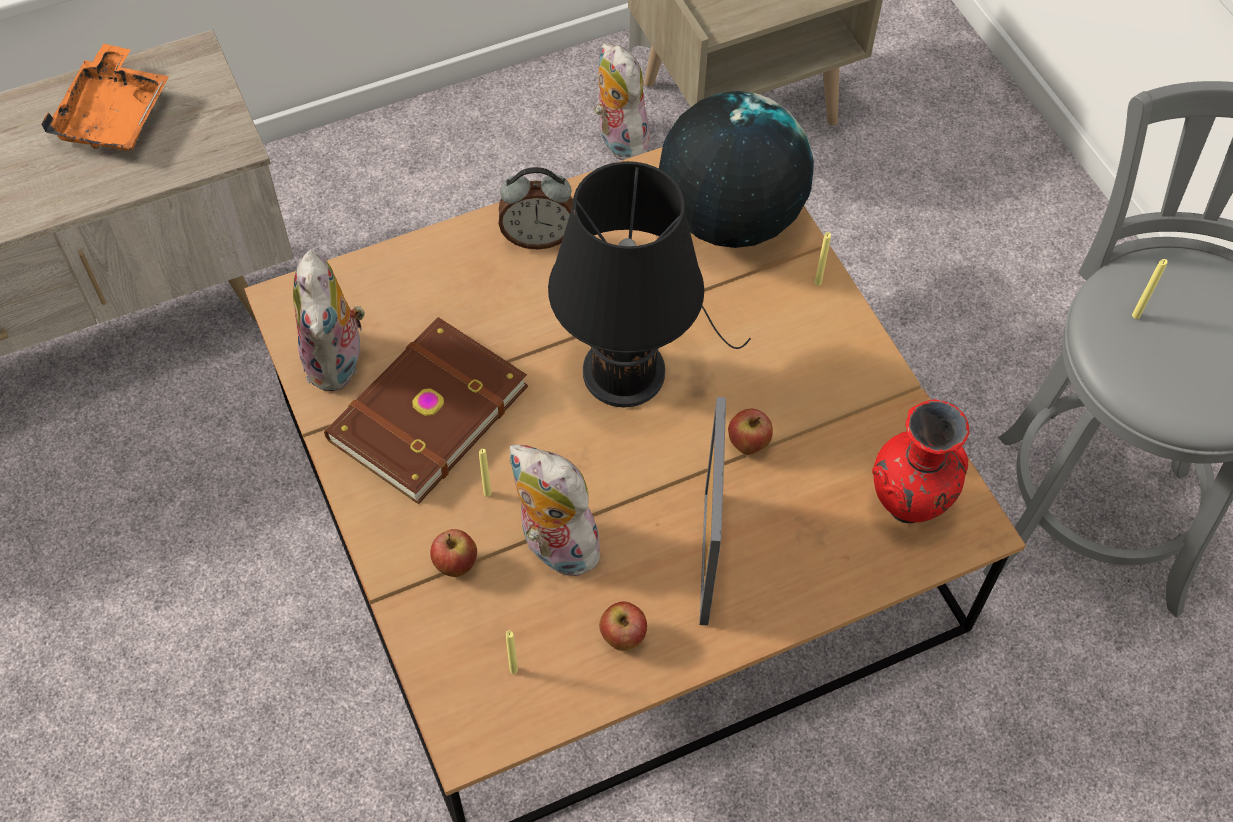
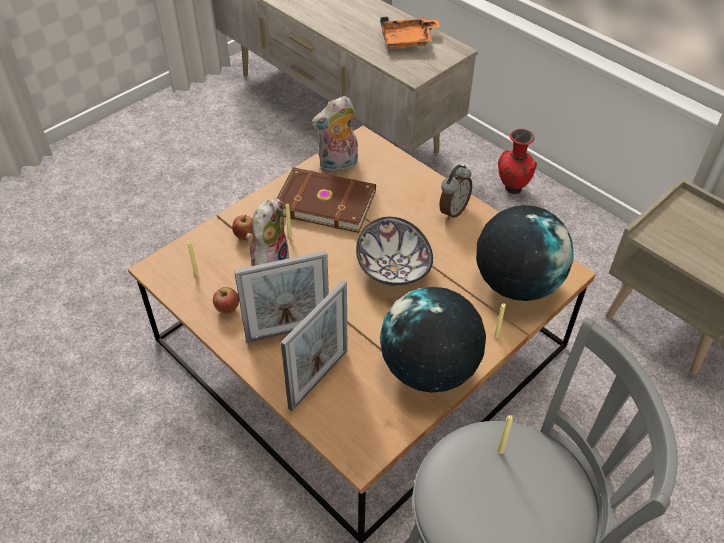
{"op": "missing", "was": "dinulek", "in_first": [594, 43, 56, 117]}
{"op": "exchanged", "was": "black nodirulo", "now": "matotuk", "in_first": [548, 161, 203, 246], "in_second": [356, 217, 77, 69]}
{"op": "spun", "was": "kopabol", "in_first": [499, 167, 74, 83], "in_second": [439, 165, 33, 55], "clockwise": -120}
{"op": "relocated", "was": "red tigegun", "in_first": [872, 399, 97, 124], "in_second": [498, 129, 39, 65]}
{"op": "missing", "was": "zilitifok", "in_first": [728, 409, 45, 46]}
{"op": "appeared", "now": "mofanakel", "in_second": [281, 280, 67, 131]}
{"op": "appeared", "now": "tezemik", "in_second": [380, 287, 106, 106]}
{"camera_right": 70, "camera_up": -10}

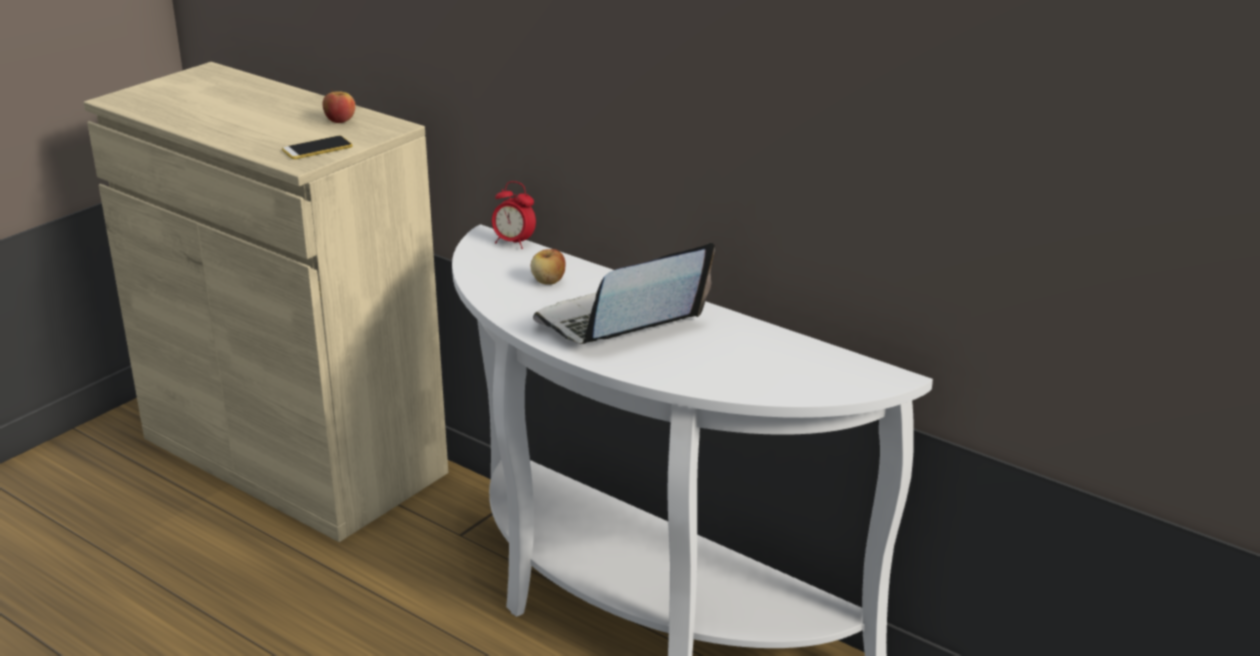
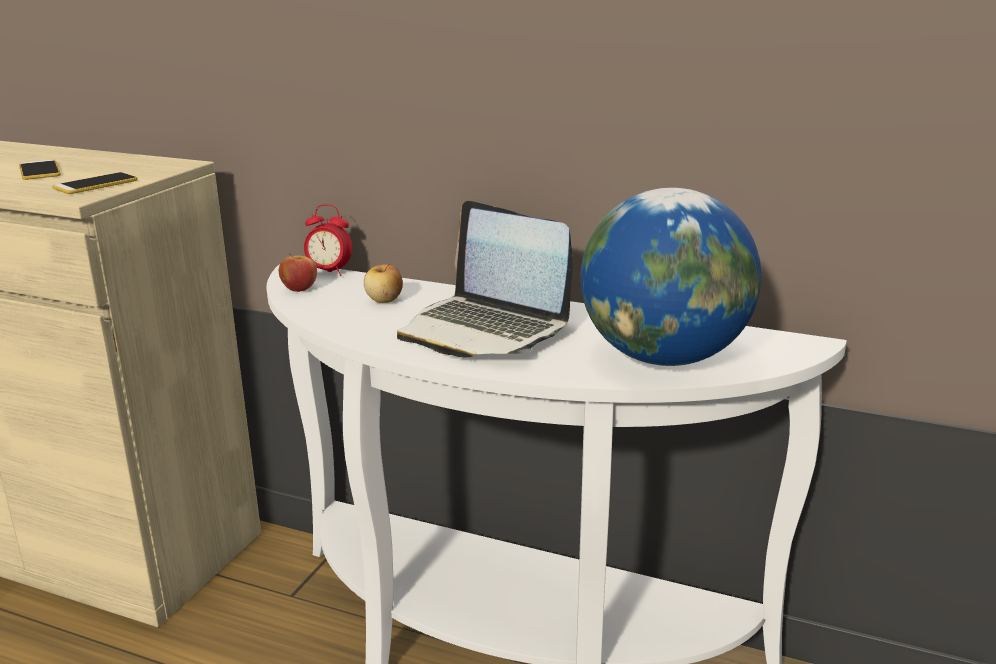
{"op": "relocated", "was": "zilitifok", "in_first": [323, 89, 33, 34], "in_second": [279, 253, 38, 39]}
{"op": "spun", "was": "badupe", "in_first": [533, 243, 182, 101], "in_second": [397, 201, 176, 157], "clockwise": -90}
{"op": "appeared", "now": "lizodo", "in_second": [19, 159, 42, 21]}
{"op": "appeared", "now": "tezemik", "in_second": [580, 188, 181, 178]}
{"camera_right": -15, "camera_up": -5}

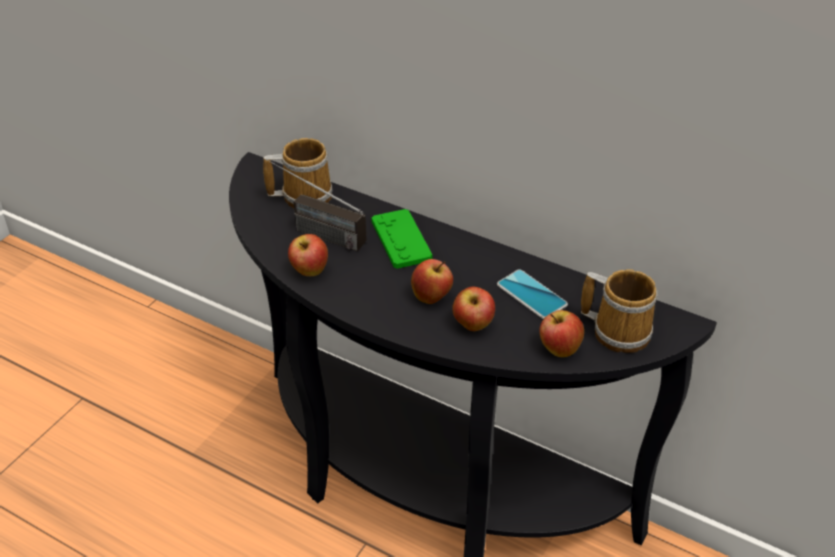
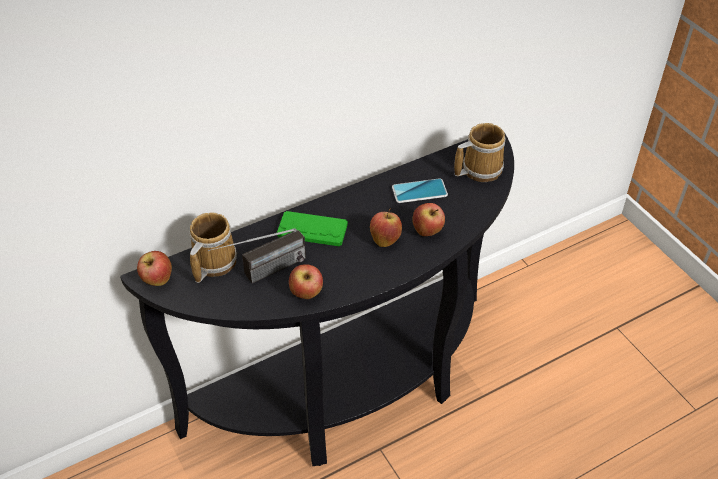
{"op": "relocated", "was": "zilitifok", "in_first": [540, 310, 44, 47], "in_second": [137, 251, 35, 35]}
{"camera_right": -60, "camera_up": 5}

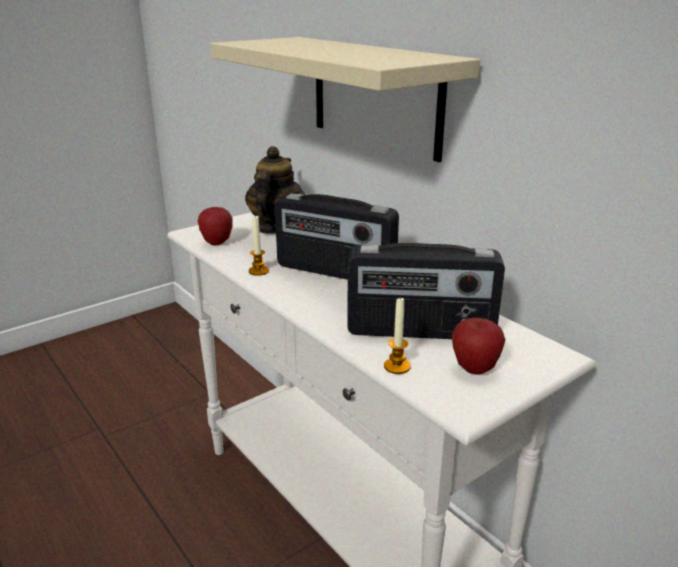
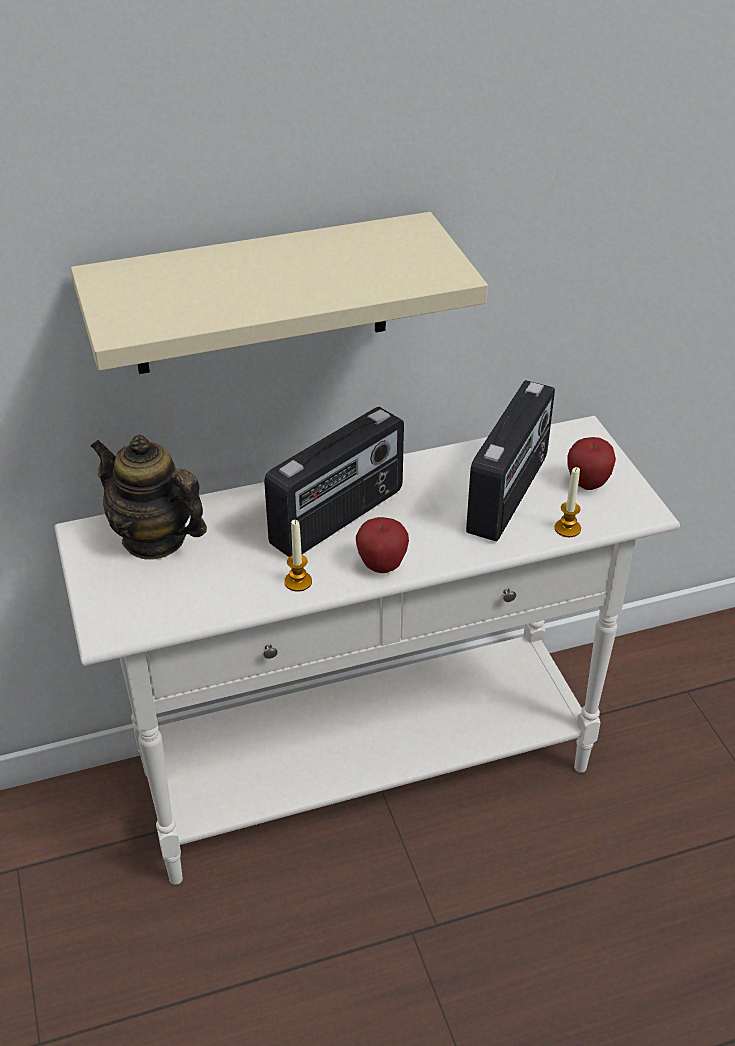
{"op": "relocated", "was": "zilitifok", "in_first": [198, 207, 35, 39], "in_second": [356, 517, 53, 56]}
{"camera_right": -70, "camera_up": 15}

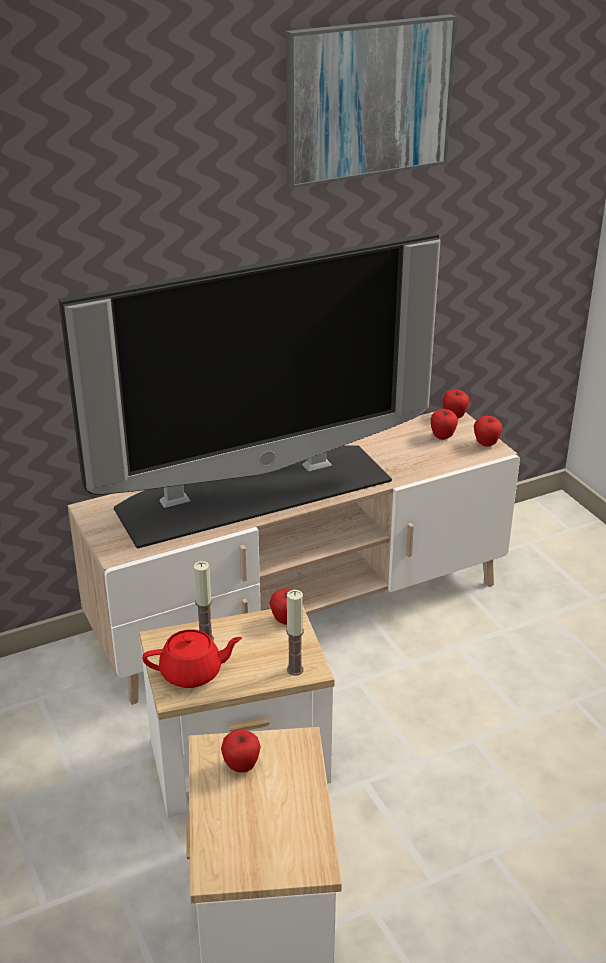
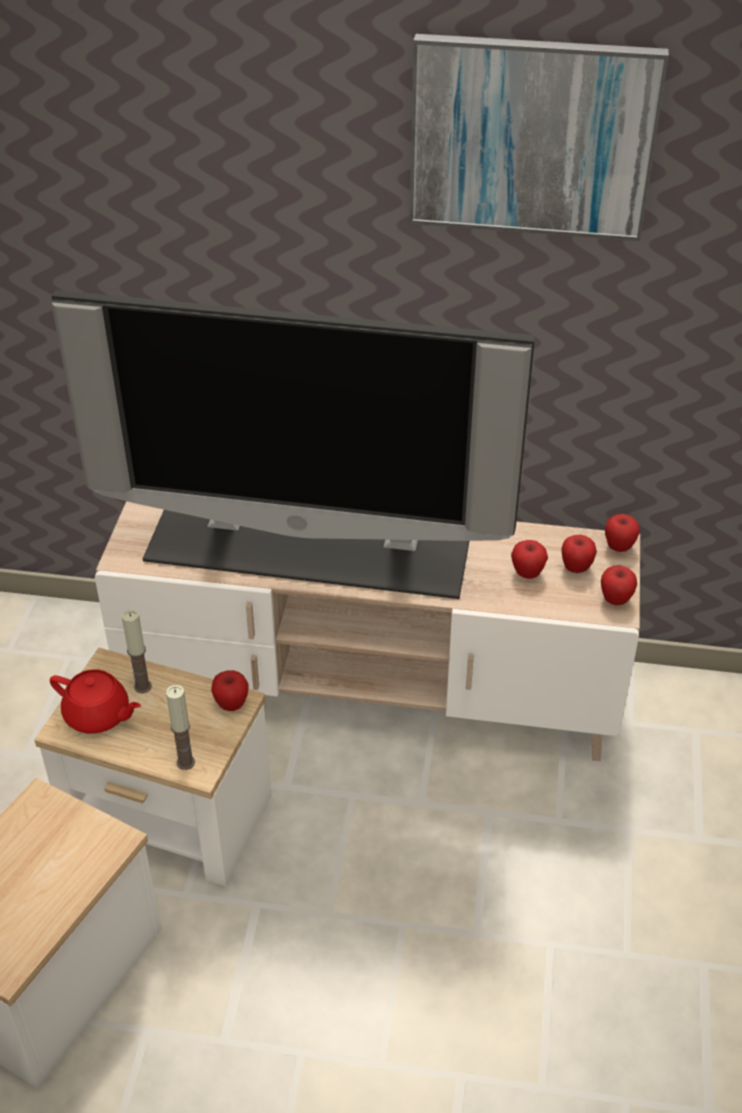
{"op": "relocated", "was": "zilitifok", "in_first": [221, 729, 40, 44], "in_second": [511, 540, 37, 39]}
{"camera_right": 35, "camera_up": 10}

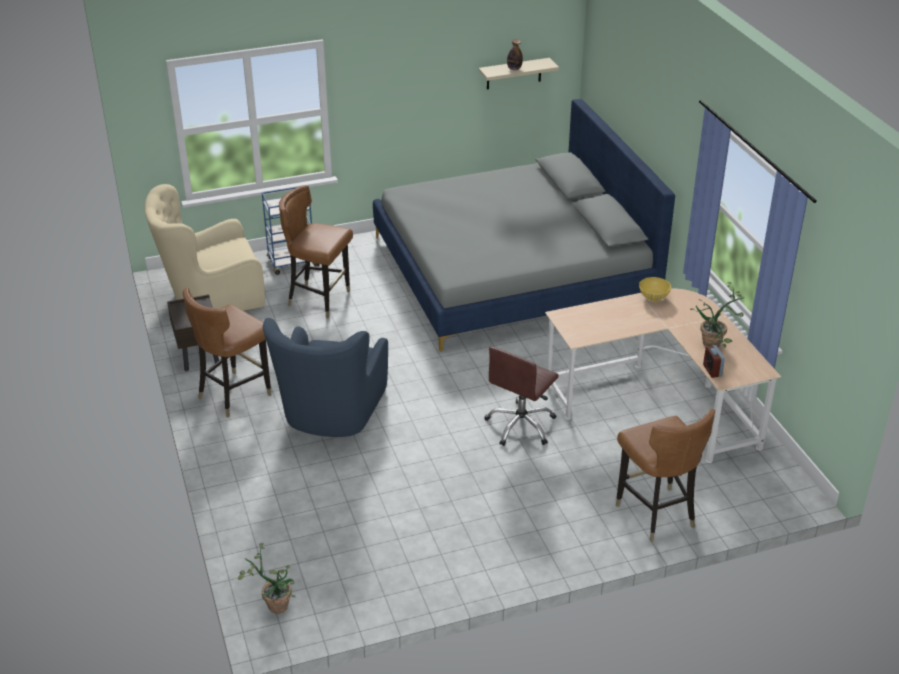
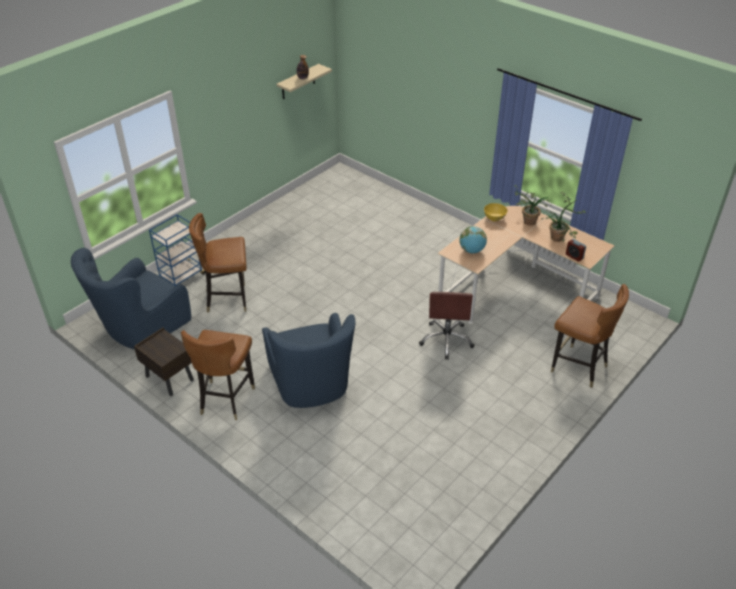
{"op": "missing", "was": "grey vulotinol", "in_first": [373, 99, 302, 253]}
{"op": "colour", "was": "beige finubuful", "now": "blue finubuful", "in_first": [145, 184, 120, 127], "in_second": [71, 248, 120, 101]}
{"op": "relocated", "was": "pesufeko", "in_first": [238, 543, 58, 71], "in_second": [514, 185, 37, 41]}
{"op": "appeared", "now": "tezemik", "in_second": [459, 226, 28, 28]}
{"camera_right": -30, "camera_up": 5}

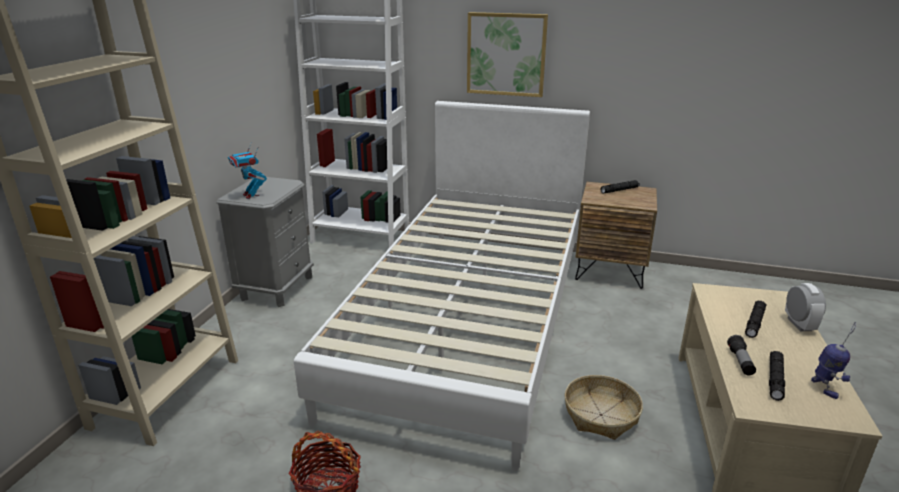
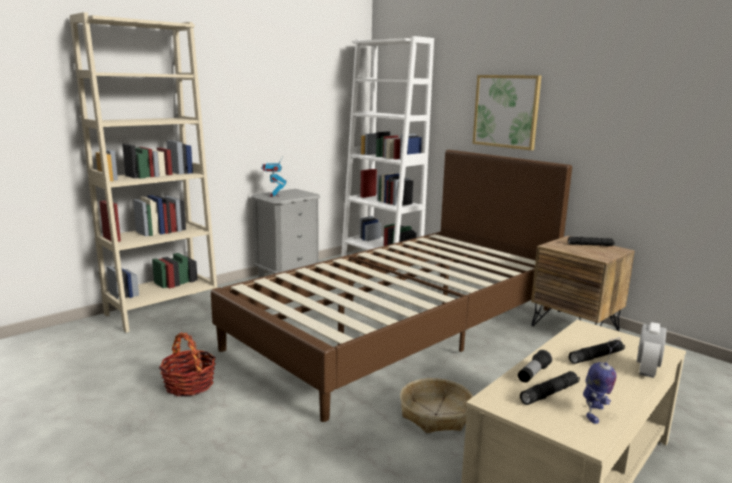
{"op": "colour", "was": "white vulotinol", "now": "brown vulotinol", "in_first": [294, 101, 296, 370], "in_second": [211, 150, 361, 272]}
{"camera_right": 30, "camera_up": -10}

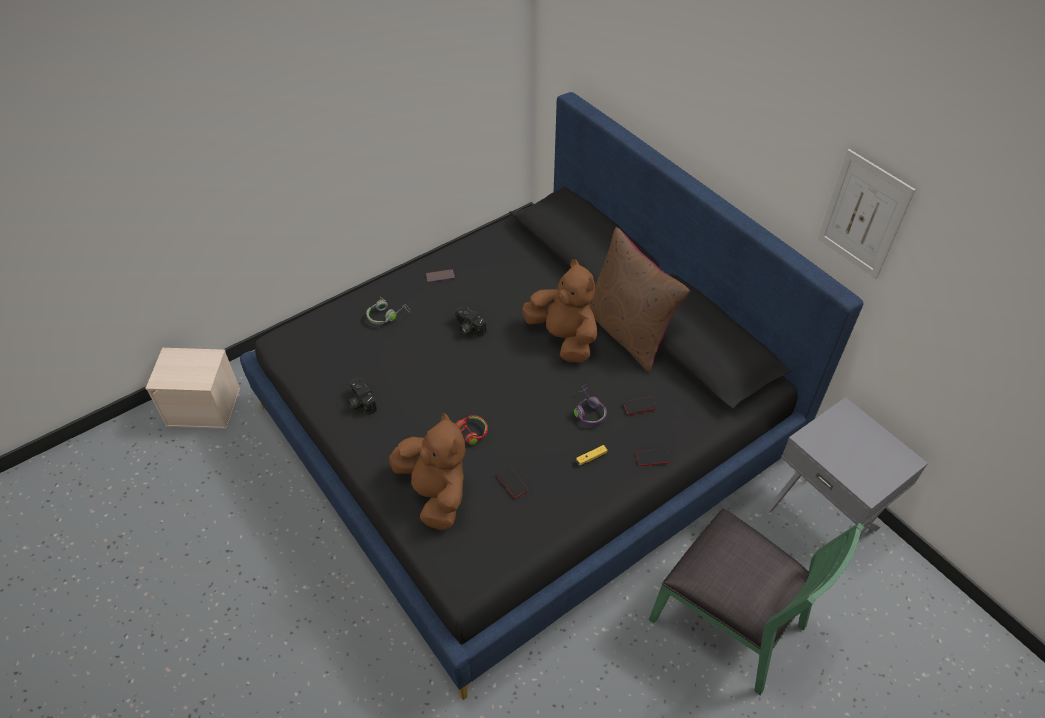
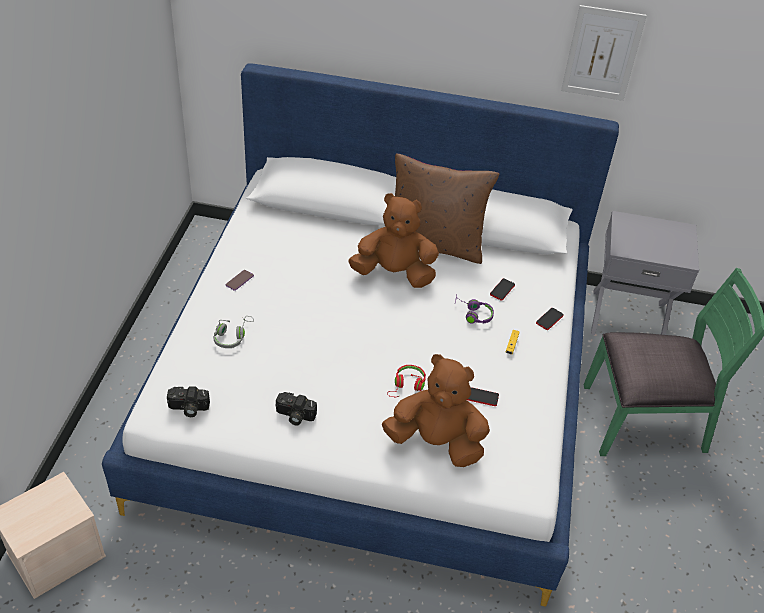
{"op": "colour", "was": "black vulotinol", "now": "white vulotinol", "in_first": [240, 92, 624, 608], "in_second": [102, 63, 517, 544]}
{"op": "relocated", "was": "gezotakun", "in_first": [455, 305, 32, 32], "in_second": [167, 386, 43, 31]}
{"camera_right": -45, "camera_up": -5}

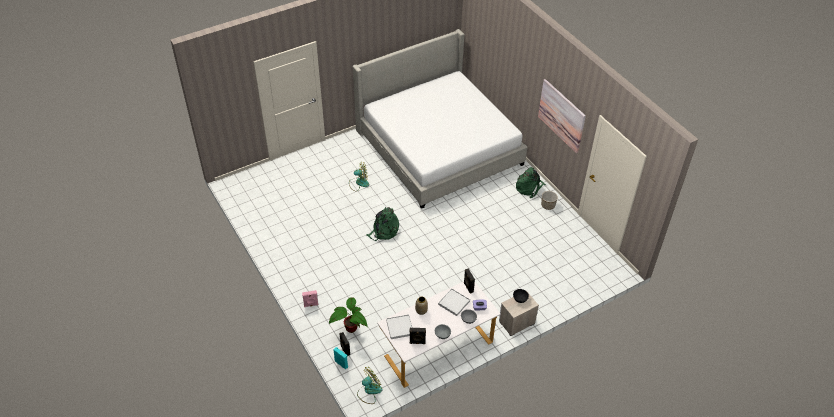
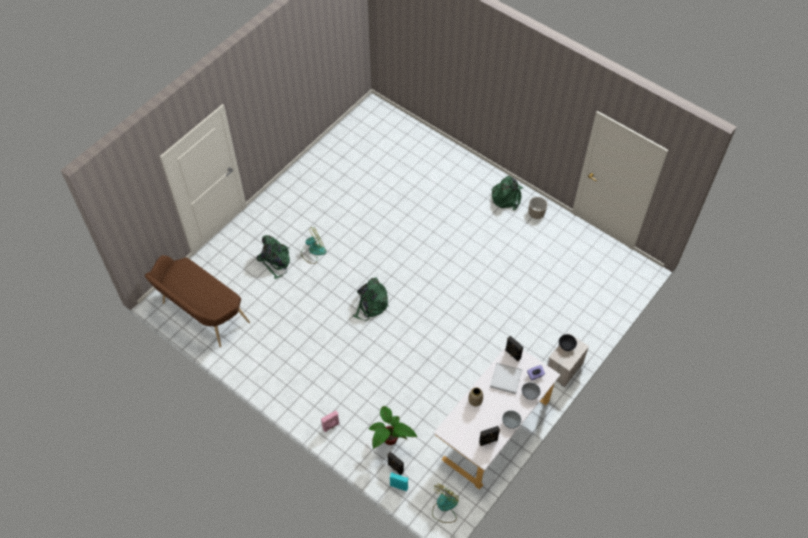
{"op": "missing", "was": "vulotinol", "in_first": [353, 29, 175, 180]}
{"op": "missing", "was": "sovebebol", "in_first": [538, 79, 48, 74]}
{"op": "missing", "was": "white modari", "in_first": [386, 314, 27, 25]}
{"op": "appeared", "now": "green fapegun", "in_second": [257, 235, 33, 44]}
{"op": "appeared", "now": "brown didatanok", "in_second": [145, 255, 105, 92]}
{"camera_right": -20, "camera_up": 10}

